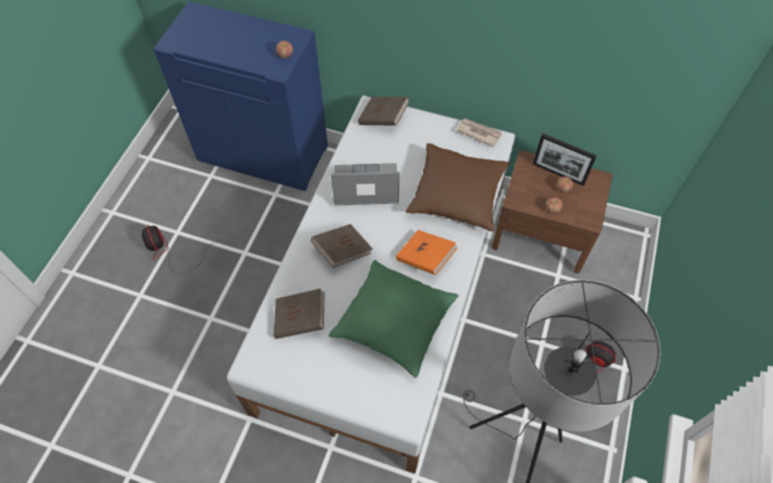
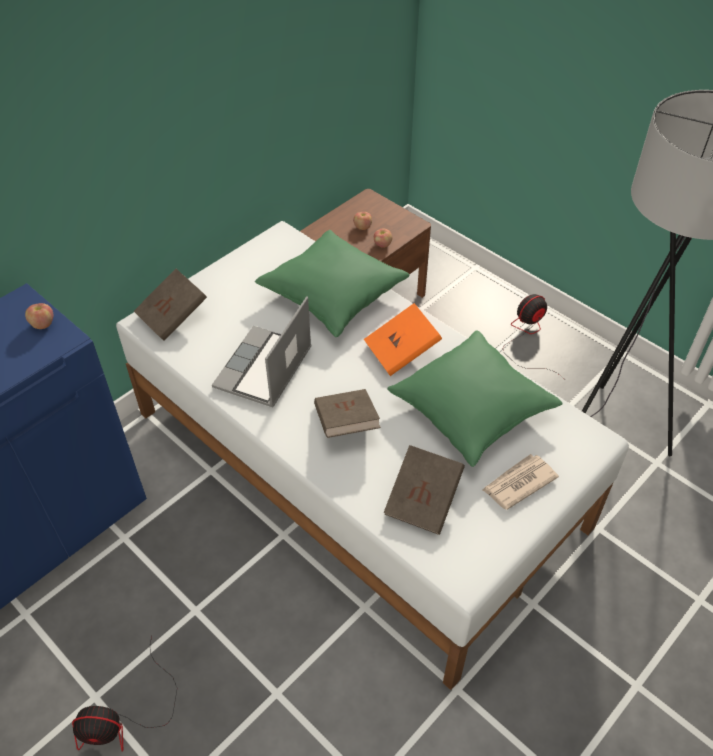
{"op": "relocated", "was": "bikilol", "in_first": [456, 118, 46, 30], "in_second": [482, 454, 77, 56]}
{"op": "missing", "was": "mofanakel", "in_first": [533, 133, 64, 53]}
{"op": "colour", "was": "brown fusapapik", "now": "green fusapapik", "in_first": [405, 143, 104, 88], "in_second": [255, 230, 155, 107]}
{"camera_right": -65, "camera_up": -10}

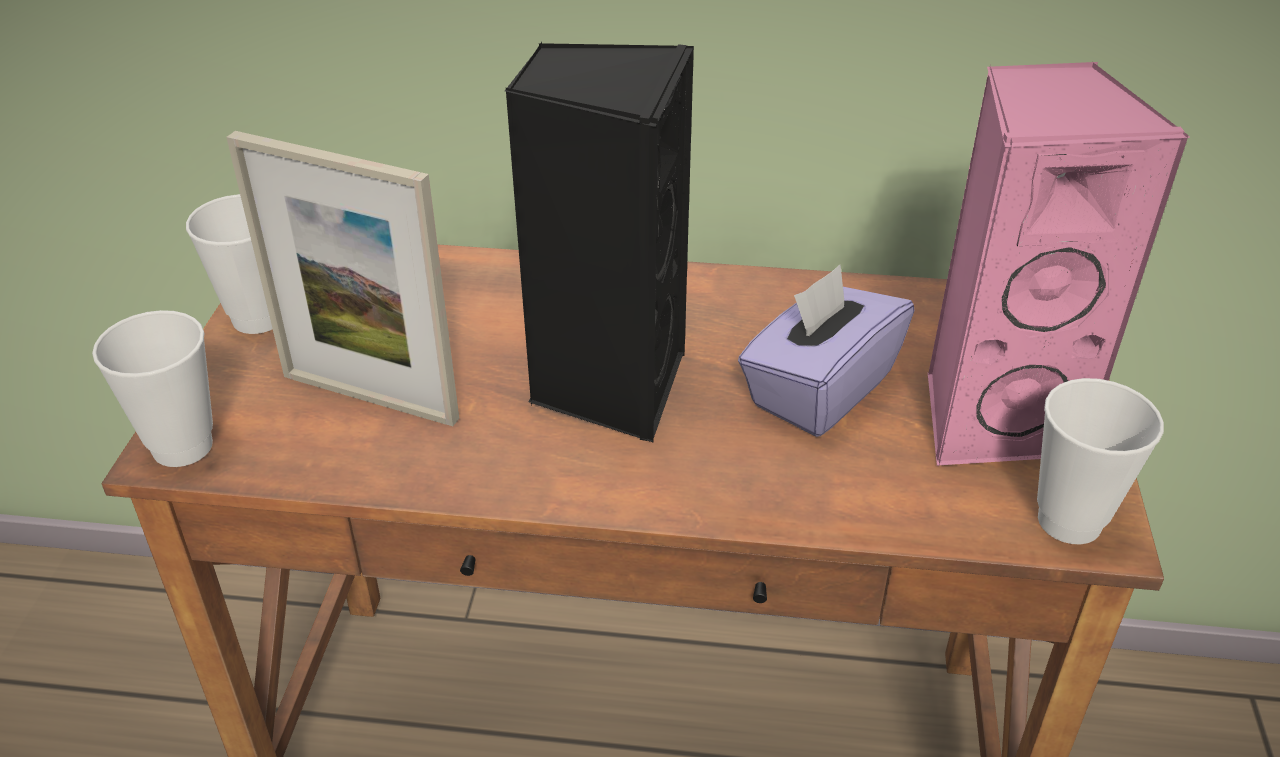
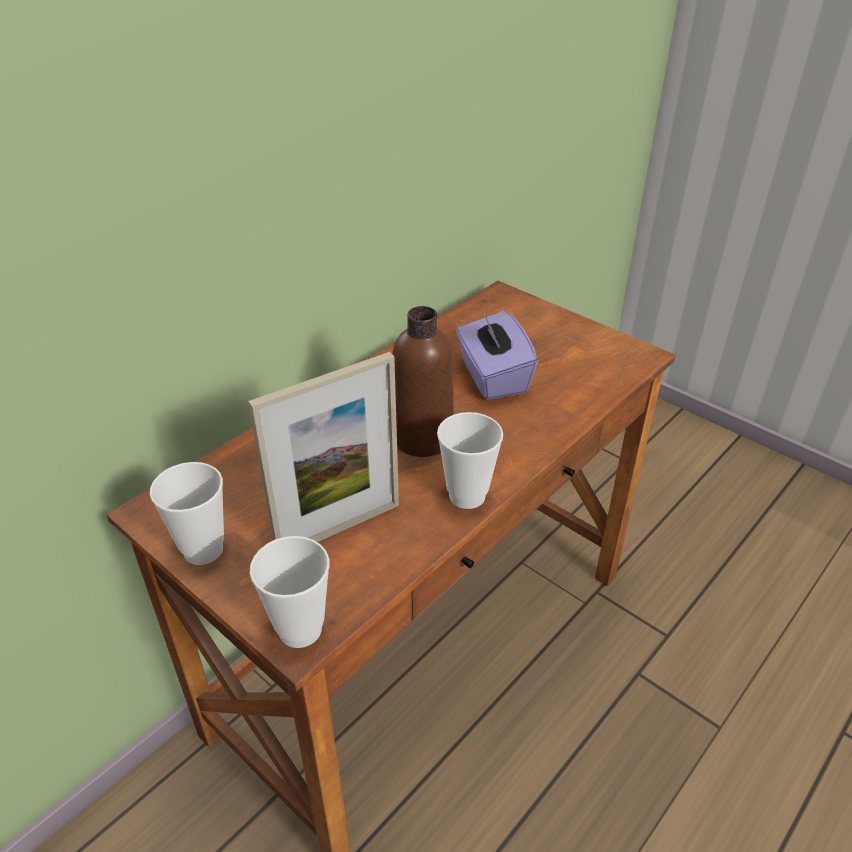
{"op": "exchanged", "was": "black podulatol", "now": "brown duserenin", "in_first": [505, 42, 189, 400], "in_second": [392, 306, 62, 151]}
{"op": "missing", "was": "pink podulatol", "in_first": [928, 62, 262, 404]}
{"op": "relocated", "was": "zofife", "in_first": [1037, 378, 127, 166], "in_second": [437, 412, 66, 97]}
{"camera_right": -55, "camera_up": 0}

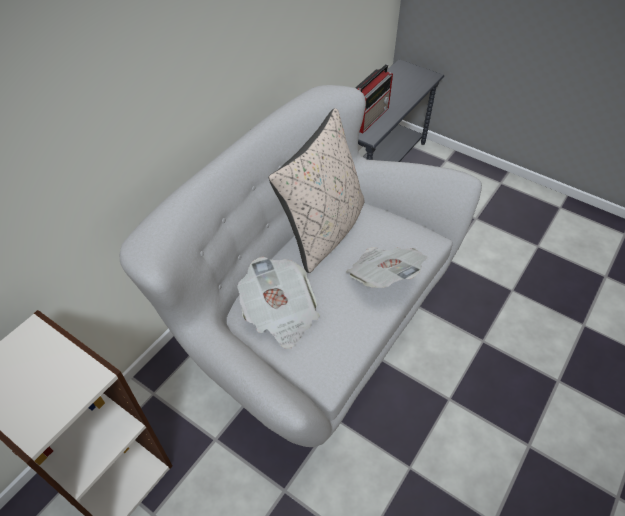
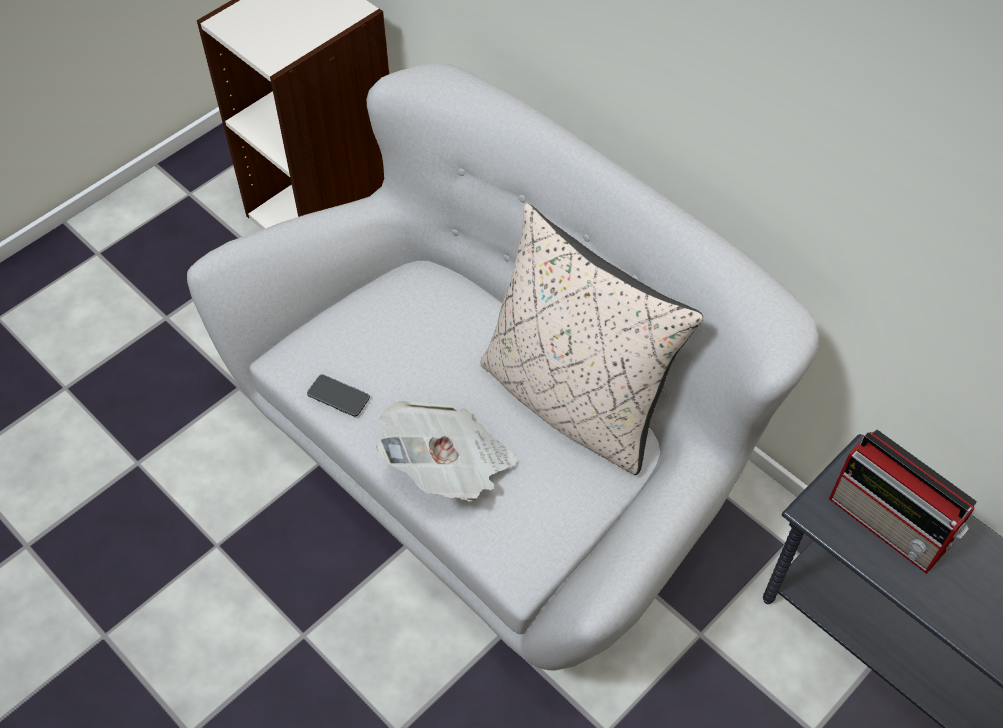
{"op": "missing", "was": "bikilol", "in_first": [237, 256, 83, 93]}
{"op": "appeared", "now": "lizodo", "in_second": [307, 374, 63, 43]}
{"camera_right": 100, "camera_up": 5}

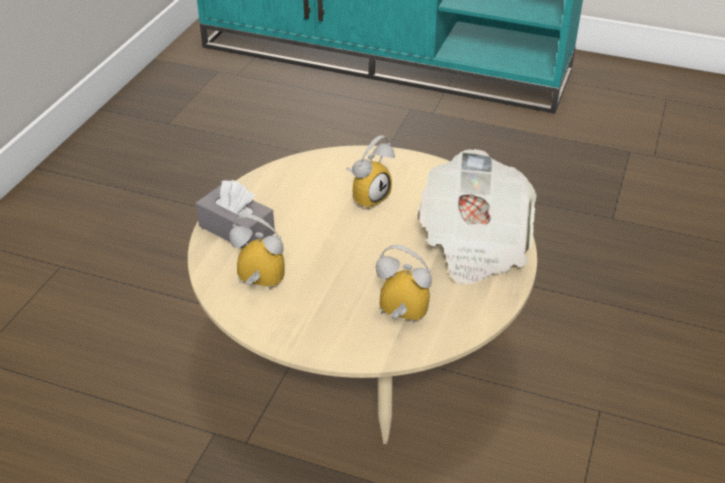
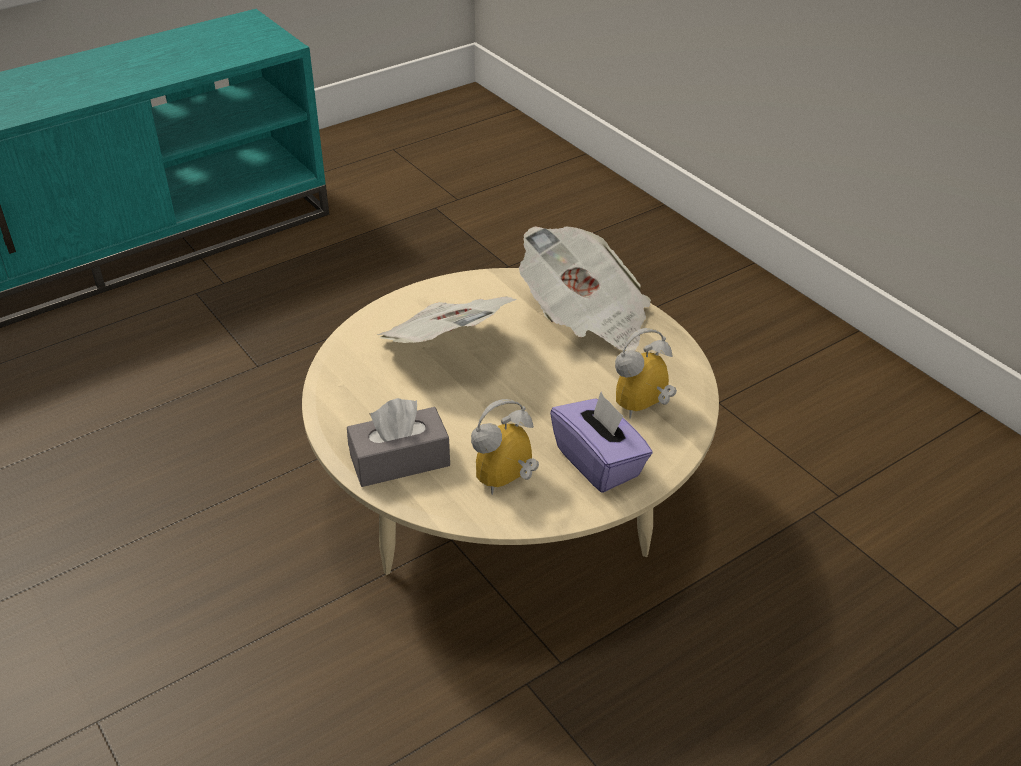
{"op": "exchanged", "was": "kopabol", "now": "bikilol", "in_first": [346, 135, 49, 75], "in_second": [377, 296, 140, 47]}
{"op": "appeared", "now": "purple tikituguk", "in_second": [550, 392, 103, 101]}
{"camera_right": -55, "camera_up": 0}

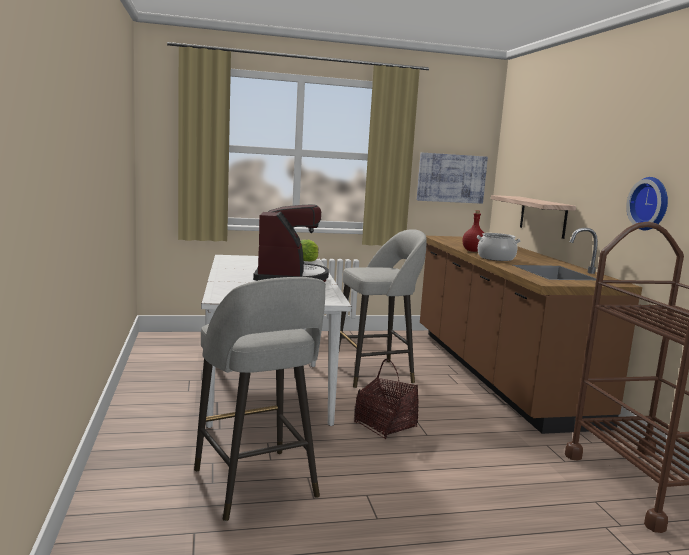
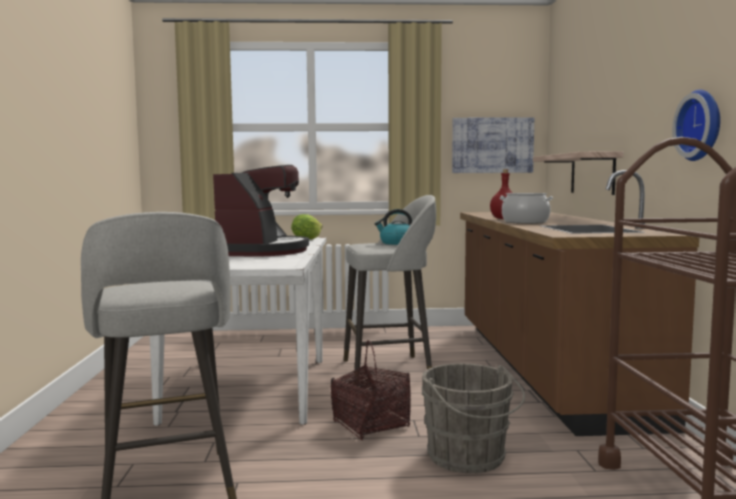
{"op": "appeared", "now": "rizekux", "in_second": [375, 209, 37, 36]}
{"op": "appeared", "now": "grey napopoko", "in_second": [422, 363, 103, 110]}
{"camera_right": 10, "camera_up": -5}

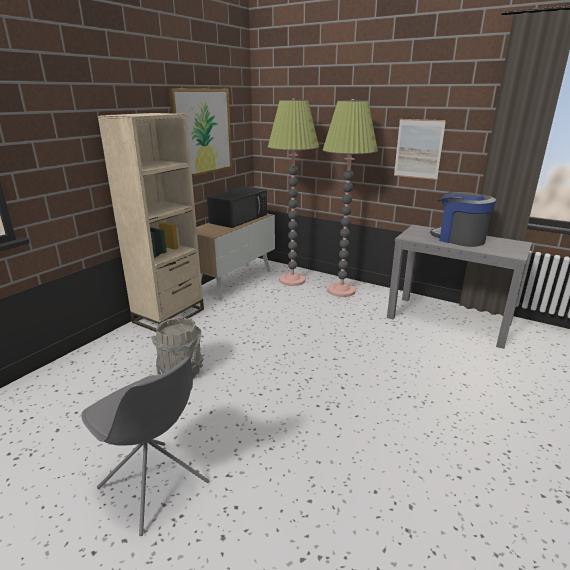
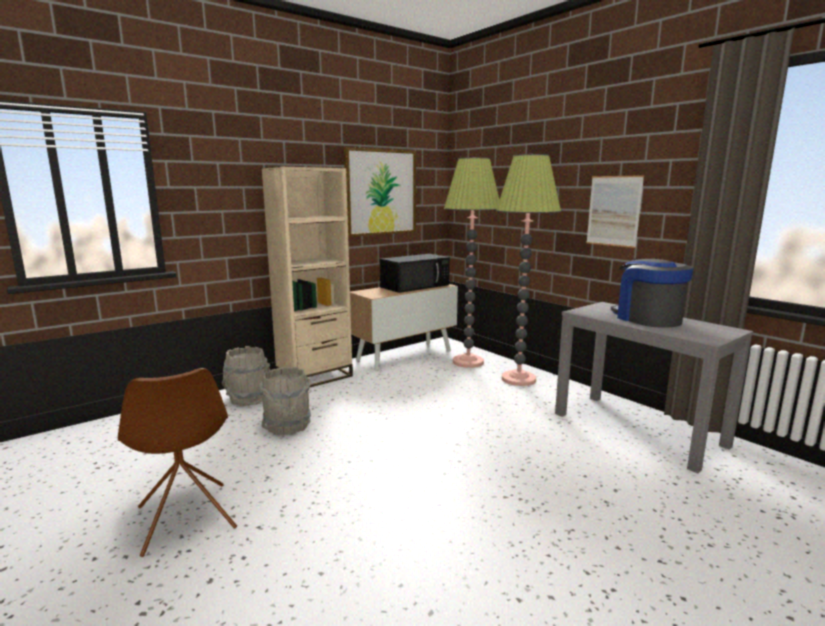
{"op": "colour", "was": "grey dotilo", "now": "brown dotilo", "in_first": [81, 356, 128, 180], "in_second": [118, 368, 119, 189]}
{"op": "appeared", "now": "grey napopoko", "in_second": [222, 346, 49, 61]}
{"camera_right": 20, "camera_up": -10}

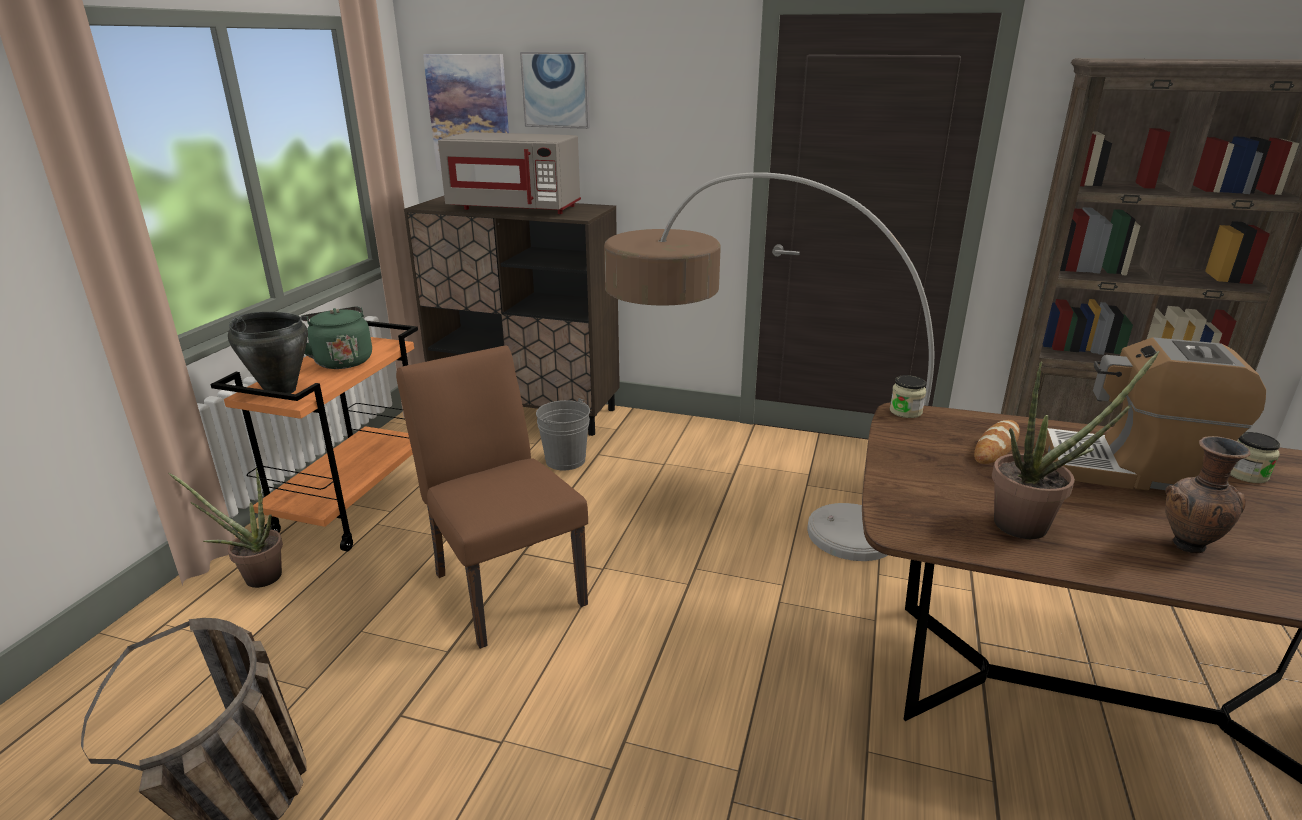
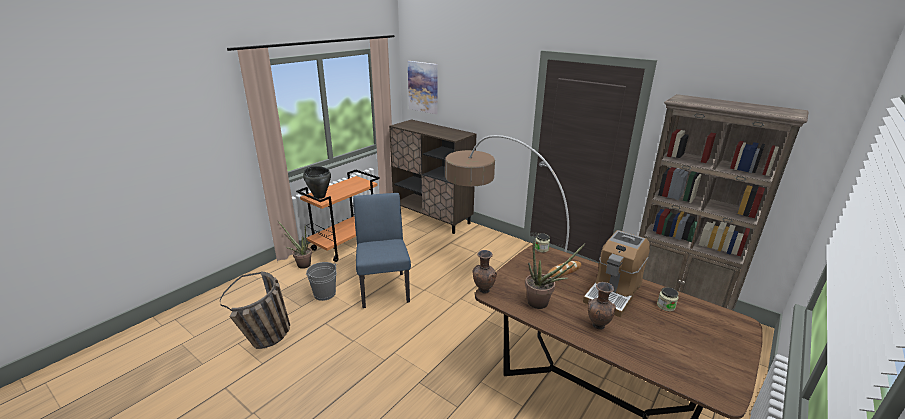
{"op": "missing", "was": "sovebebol", "in_first": [520, 52, 70, 77]}
{"op": "missing", "was": "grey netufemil", "in_first": [438, 132, 143, 82]}
{"op": "missing", "was": "green rizekux", "in_first": [301, 306, 71, 63]}
{"op": "spun", "was": "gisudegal", "in_first": [1045, 337, 221, 154], "in_second": [583, 230, 67, 87], "clockwise": -90}
{"op": "colour", "was": "brown dotilo", "now": "blue dotilo", "in_first": [396, 346, 192, 303], "in_second": [353, 193, 58, 115]}
{"op": "relocated", "was": "grey napopoko", "in_first": [536, 398, 54, 72], "in_second": [306, 262, 32, 39]}
{"op": "appeared", "now": "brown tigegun", "in_second": [472, 250, 25, 43]}
{"camera_right": 20, "camera_up": 0}

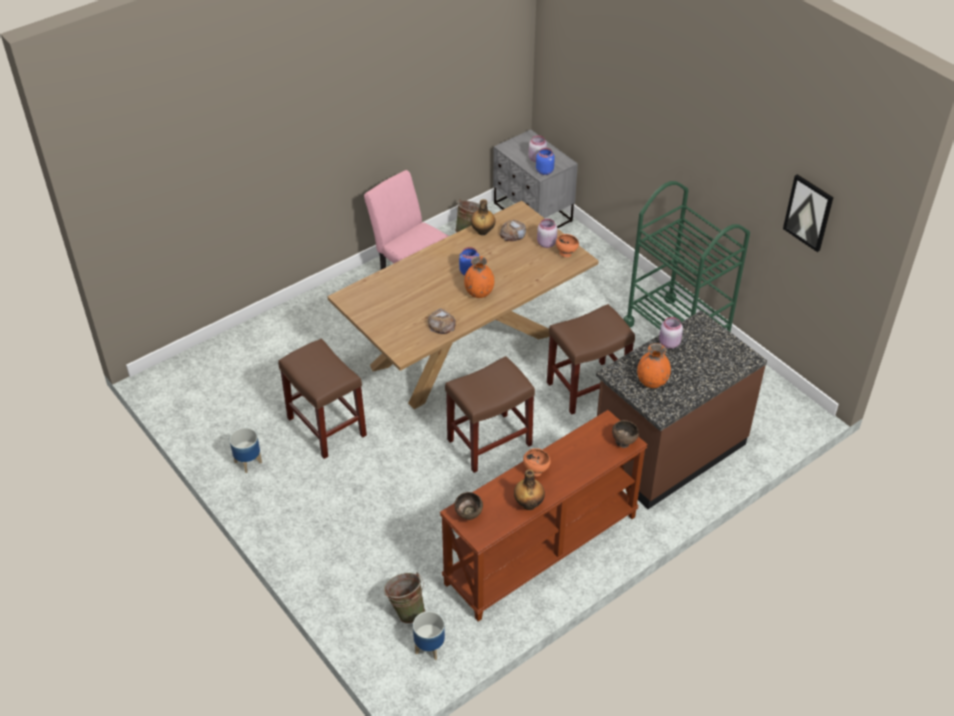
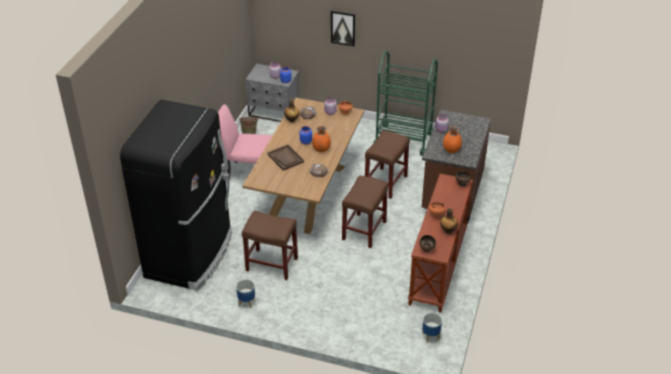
{"op": "relocated", "was": "sovebebol", "in_first": [783, 174, 51, 78], "in_second": [331, 10, 24, 36]}
{"op": "missing", "was": "green napopoko", "in_first": [384, 572, 41, 52]}
{"op": "appeared", "now": "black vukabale", "in_second": [120, 100, 112, 191]}
{"op": "appeared", "now": "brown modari", "in_second": [267, 144, 37, 27]}
{"camera_right": -35, "camera_up": -5}

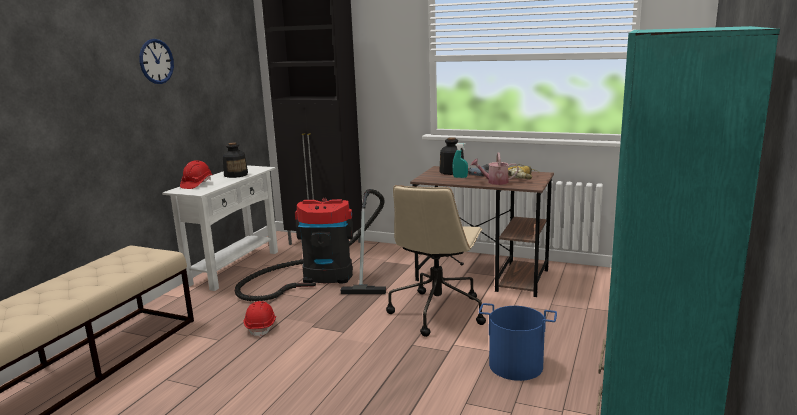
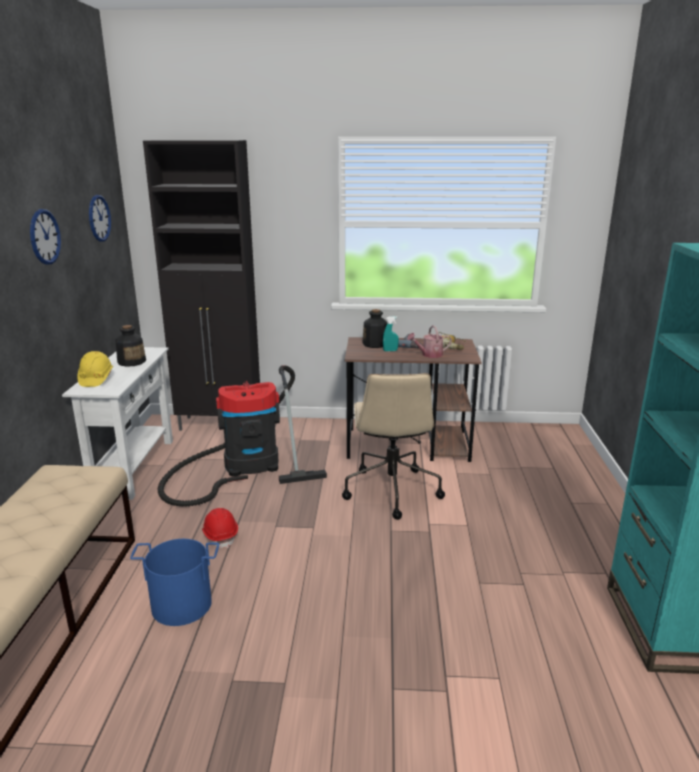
{"op": "colour", "was": "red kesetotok", "now": "yellow kesetotok", "in_first": [180, 160, 32, 29], "in_second": [78, 351, 35, 36]}
{"op": "relocated", "was": "blue napopoko", "in_first": [479, 303, 78, 78], "in_second": [130, 539, 89, 87]}
{"op": "appeared", "now": "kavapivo", "in_second": [89, 195, 22, 47]}
{"camera_right": -20, "camera_up": 5}

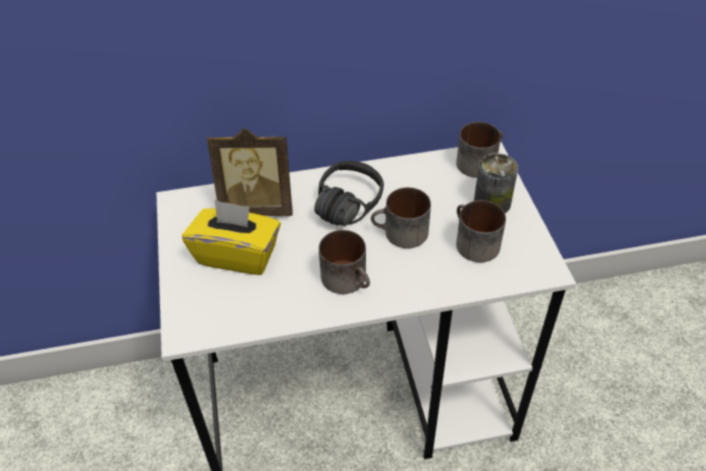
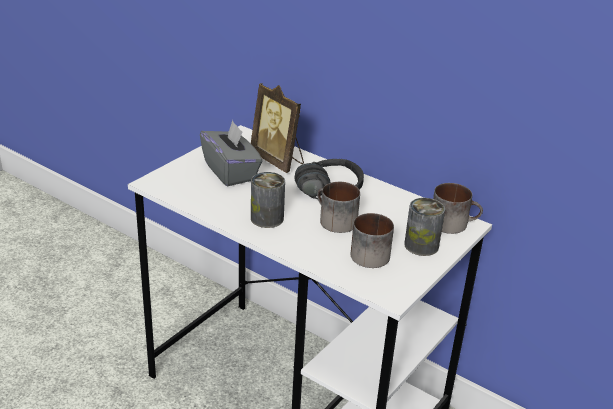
{"op": "colour", "was": "yellow tikituguk", "now": "grey tikituguk", "in_first": [182, 200, 99, 75], "in_second": [200, 120, 63, 66]}
{"op": "exchanged", "was": "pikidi", "now": "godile", "in_first": [319, 230, 51, 64], "in_second": [251, 172, 34, 56]}
{"camera_right": 45, "camera_up": -15}

